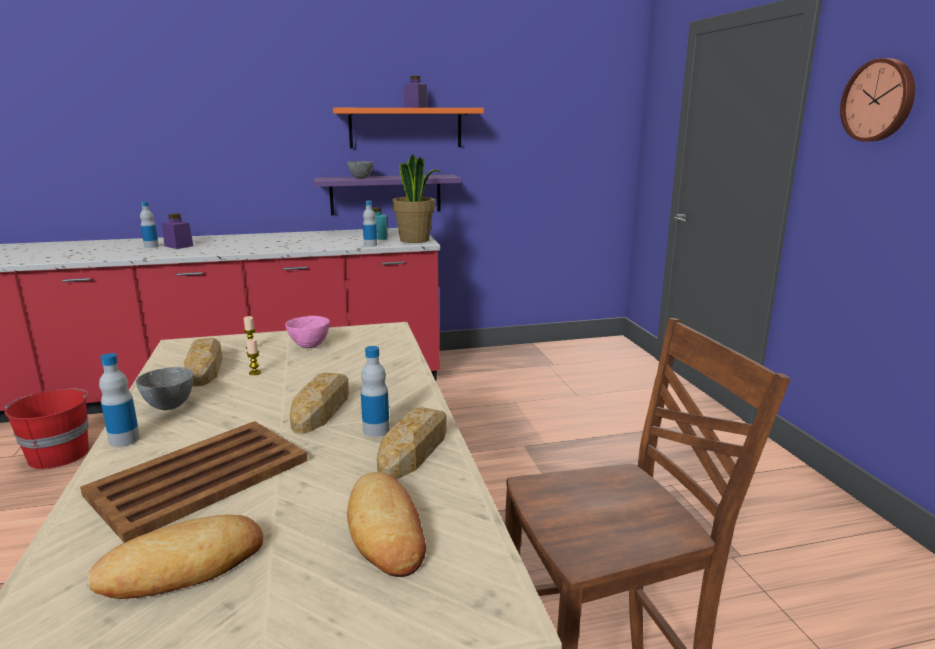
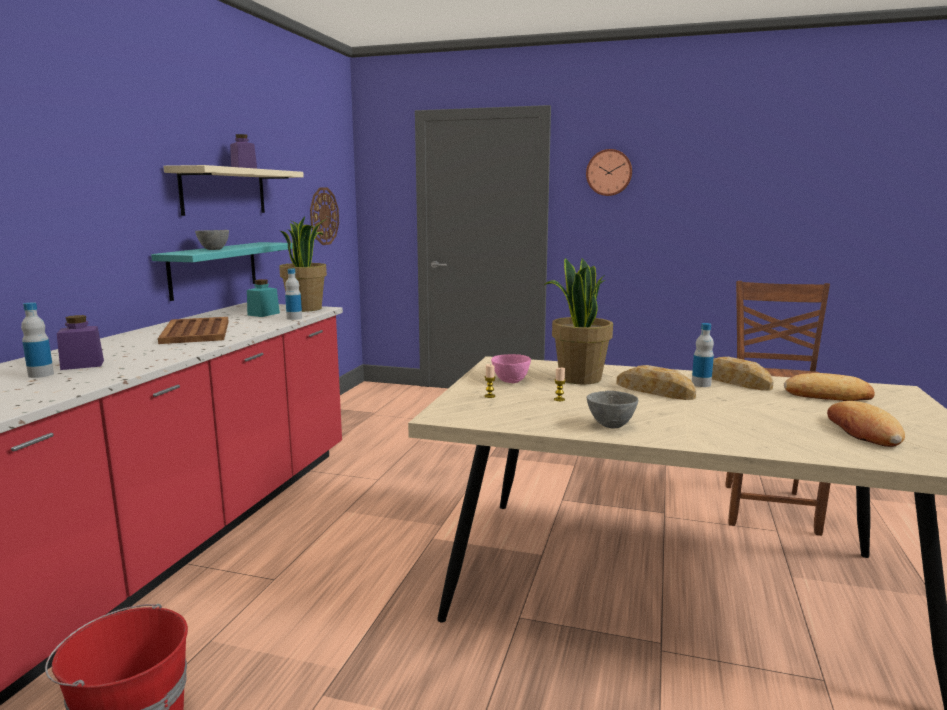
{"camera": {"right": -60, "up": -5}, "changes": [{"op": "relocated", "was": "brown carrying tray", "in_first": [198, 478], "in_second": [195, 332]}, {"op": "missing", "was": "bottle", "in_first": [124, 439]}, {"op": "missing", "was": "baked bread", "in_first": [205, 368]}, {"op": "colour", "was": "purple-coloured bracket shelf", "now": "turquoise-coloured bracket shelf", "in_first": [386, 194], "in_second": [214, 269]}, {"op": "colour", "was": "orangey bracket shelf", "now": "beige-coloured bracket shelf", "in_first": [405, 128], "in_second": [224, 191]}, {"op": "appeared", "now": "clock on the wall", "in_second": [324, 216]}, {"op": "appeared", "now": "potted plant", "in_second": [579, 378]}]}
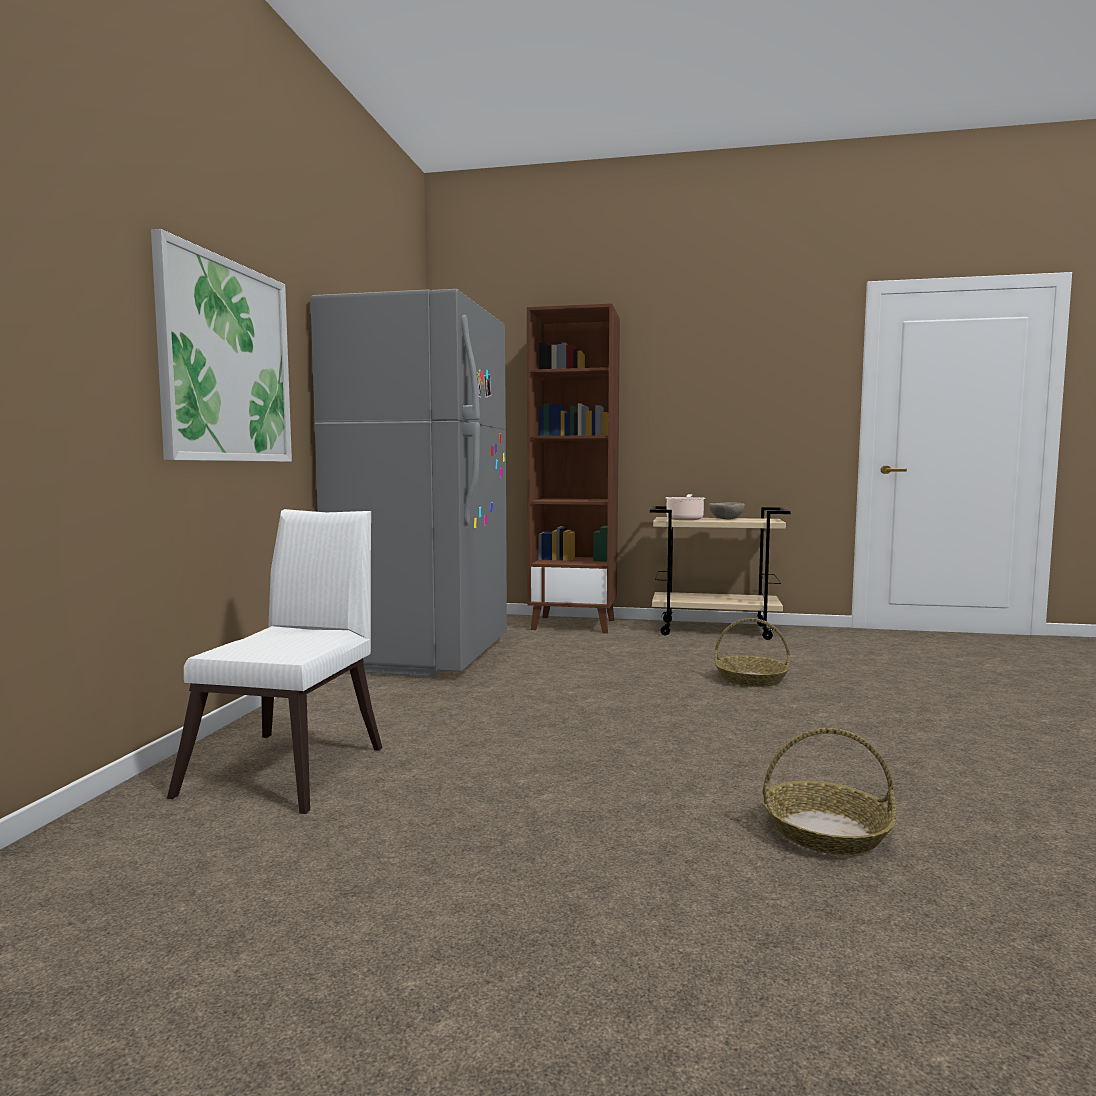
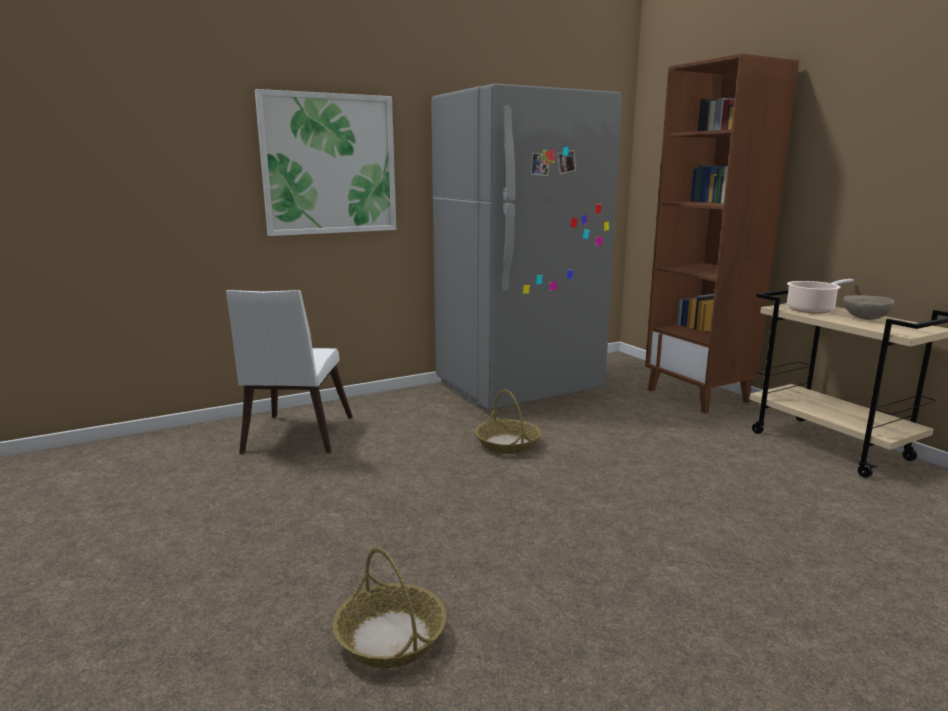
{"camera": {"right": 50, "up": 10}, "changes": [{"op": "spun", "was": "white upright chair", "in_first": [294, 766], "in_second": [295, 437], "clockwise": 120}, {"op": "relocated", "was": "basket", "in_first": [751, 679], "in_second": [508, 444]}]}
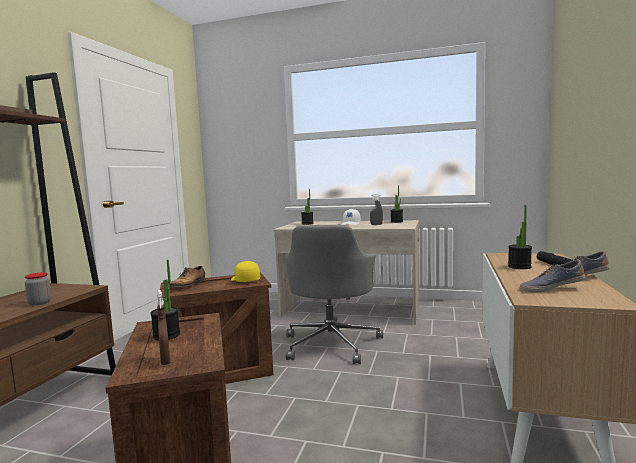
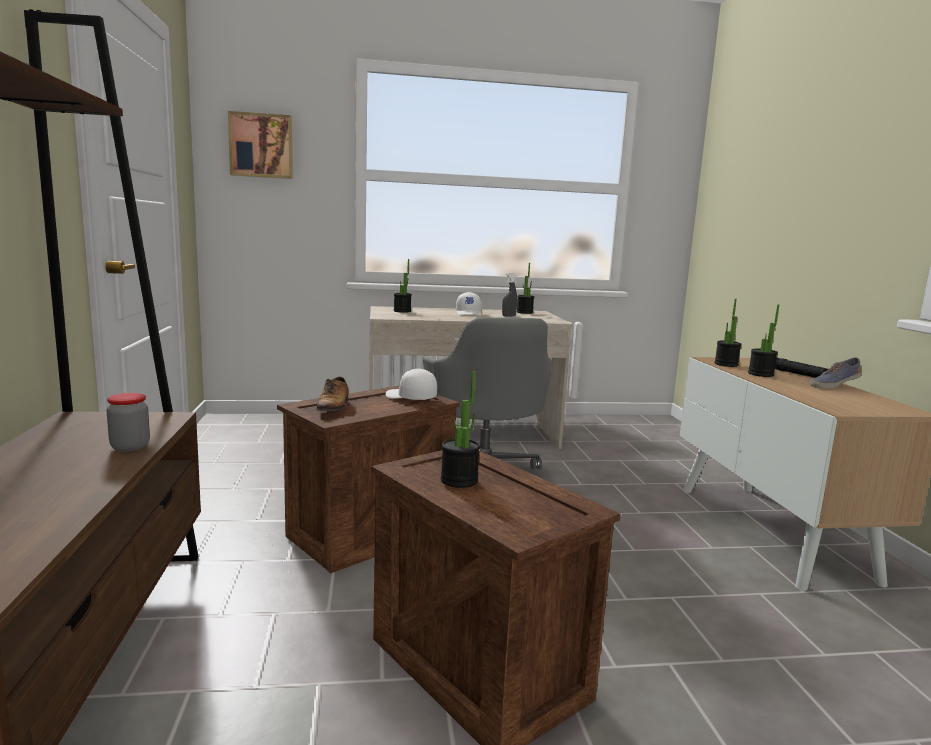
{"camera": {"right": -25, "up": 5}, "changes": [{"op": "missing", "was": "brown hand sprayer", "in_first": [165, 360]}, {"op": "colour", "was": "yellow-coloured peaked cap", "now": "white peaked cap", "in_first": [244, 280], "in_second": [410, 397]}, {"op": "missing", "was": "shoe", "in_first": [551, 288]}, {"op": "appeared", "now": "picture", "in_second": [261, 146]}, {"op": "appeared", "now": "potted plant", "in_second": [726, 364]}]}
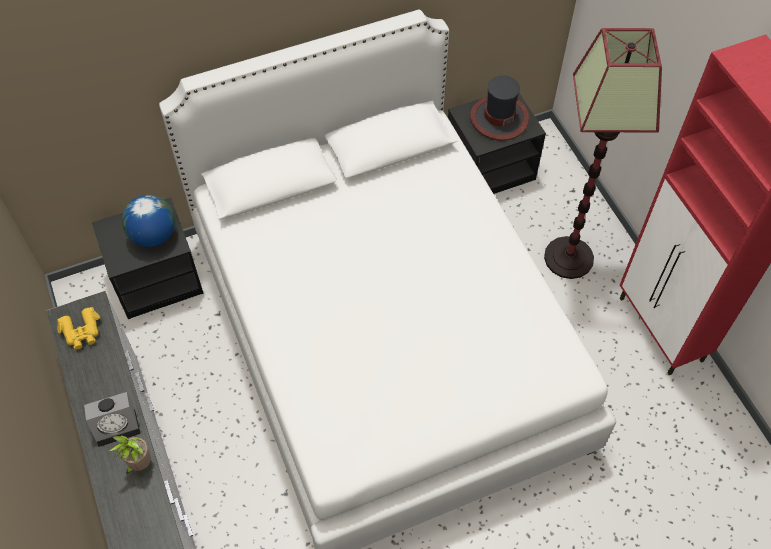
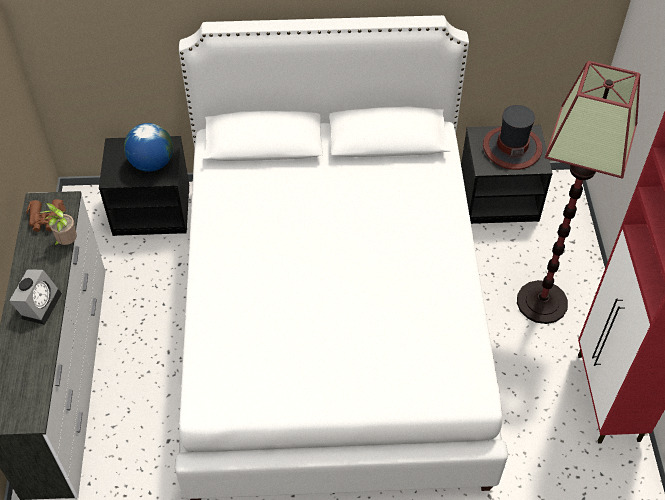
{"camera": {"right": 20, "up": -5}, "changes": [{"op": "colour", "was": "yellow-coloured binoculars", "now": "brown binoculars", "in_first": [82, 332], "in_second": [46, 219]}, {"op": "spun", "was": "table clock", "in_first": [118, 425], "in_second": [40, 304], "clockwise": -75}, {"op": "relocated", "was": "potted plant", "in_first": [139, 464], "in_second": [66, 242]}]}
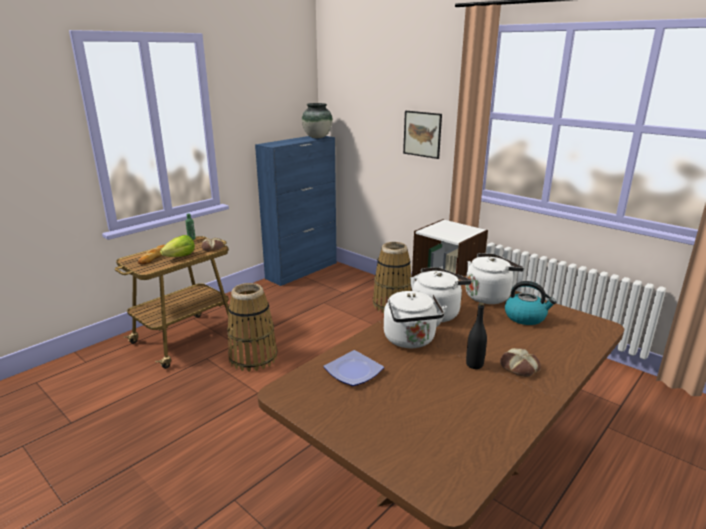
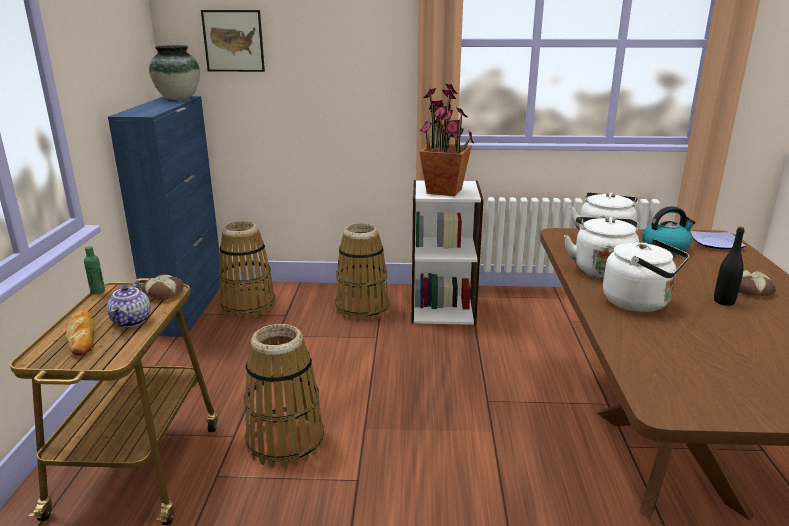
{"camera": {"right": -40, "up": 0}, "changes": [{"op": "exchanged", "was": "head of lettuce", "now": "pot for tea", "in_first": [180, 257], "in_second": [132, 321]}, {"op": "relocated", "was": "flat dish", "in_first": [353, 372], "in_second": [717, 243]}, {"op": "relocated", "was": "picture", "in_first": [422, 134], "in_second": [233, 41]}, {"op": "appeared", "now": "basket", "in_second": [248, 306]}, {"op": "appeared", "now": "potted plant", "in_second": [444, 191]}]}
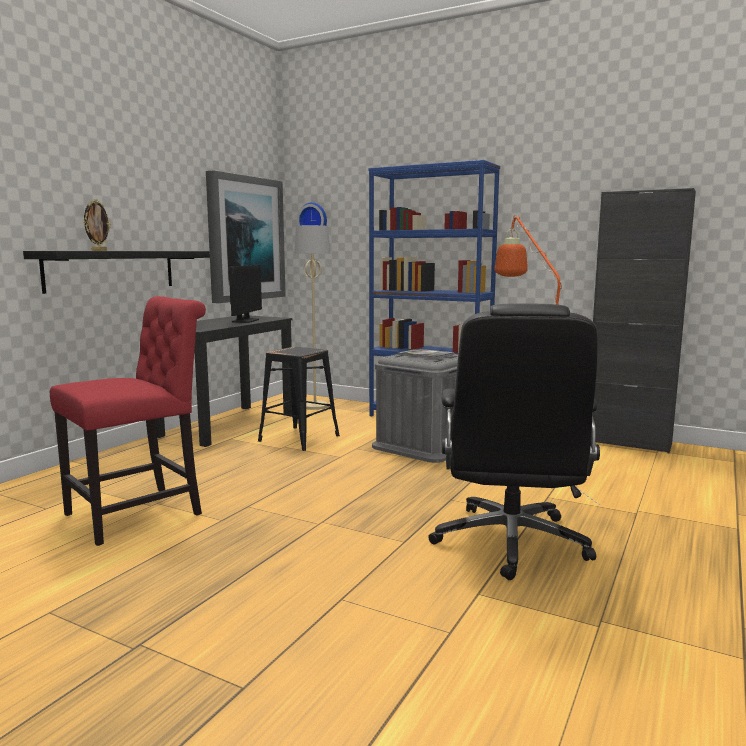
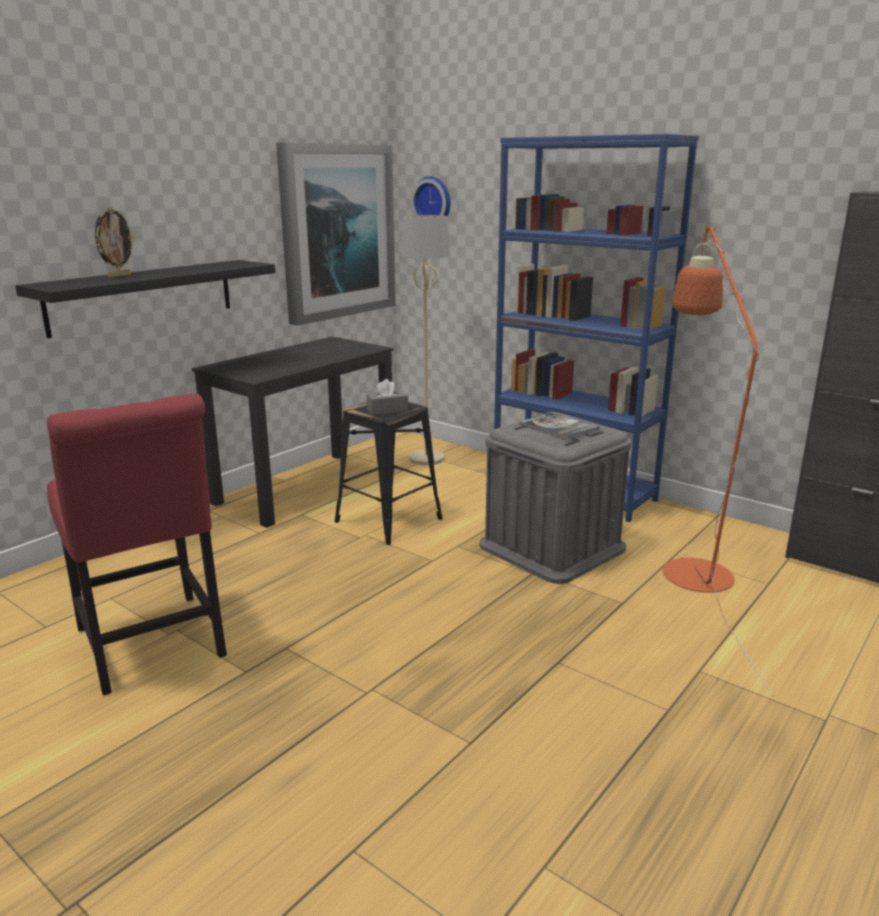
{"camera": {"right": 10, "up": 10}, "changes": [{"op": "spun", "was": "red-coloured upright chair", "in_first": [141, 513], "in_second": [152, 647], "clockwise": 90}, {"op": "missing", "was": "computer display", "in_first": [245, 321]}, {"op": "missing", "was": "blackish office chair", "in_first": [510, 543]}, {"op": "appeared", "now": "gray box of tissues", "in_second": [387, 410]}]}
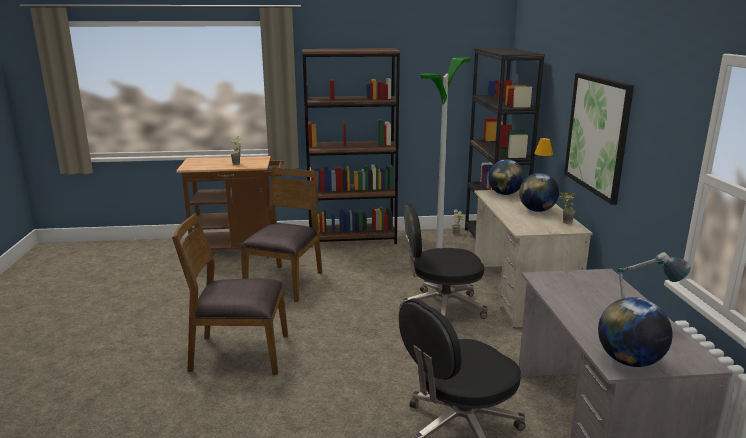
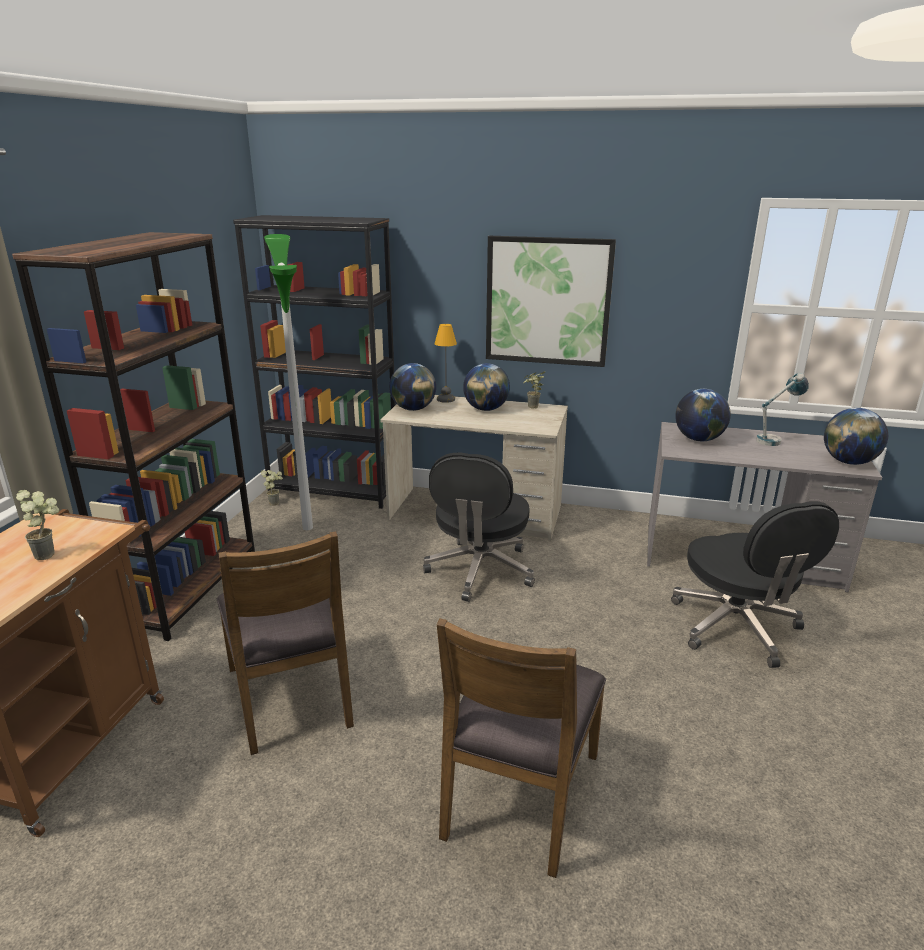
{"camera": {"right": -70, "up": 5}, "changes": [{"op": "spun", "was": "brown upright chair", "in_first": [286, 282], "in_second": [292, 695], "clockwise": -150}, {"op": "appeared", "now": "globe", "in_second": [699, 439]}]}
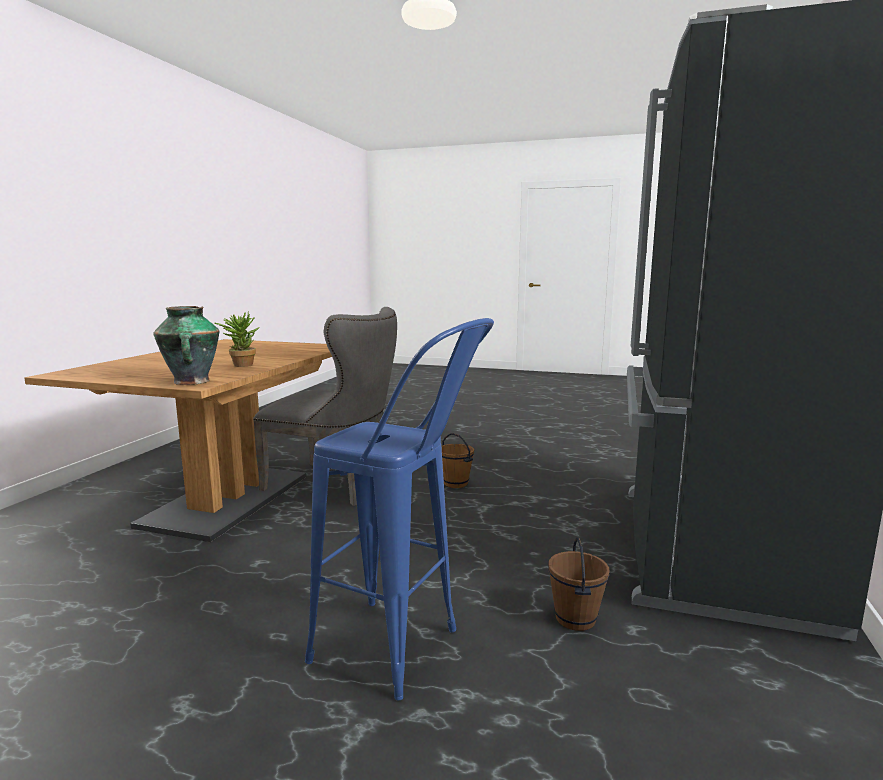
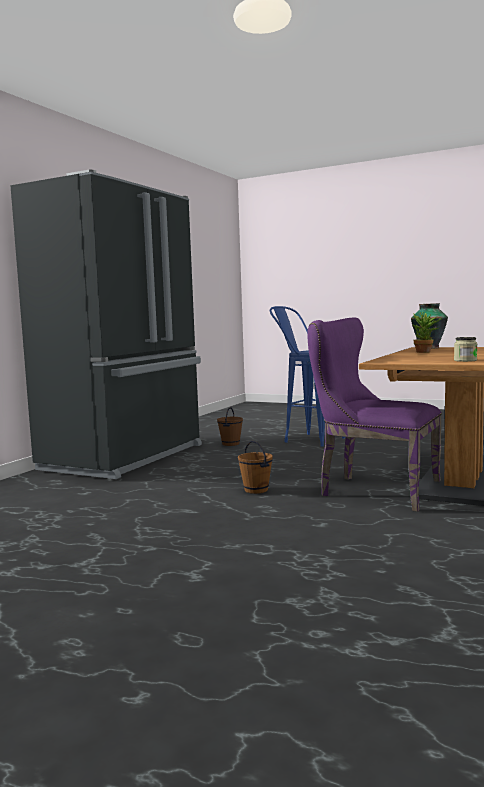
{"camera": {"right": -170, "up": -5}, "changes": [{"op": "colour", "was": "gray upright chair", "now": "purple-coloured upright chair", "in_first": [337, 485], "in_second": [371, 490]}, {"op": "appeared", "now": "jar", "in_second": [465, 360]}]}
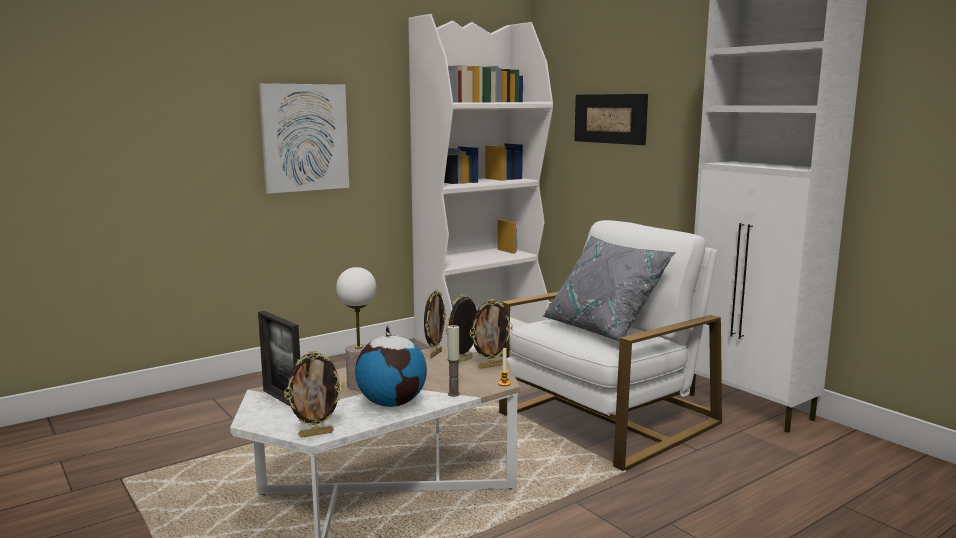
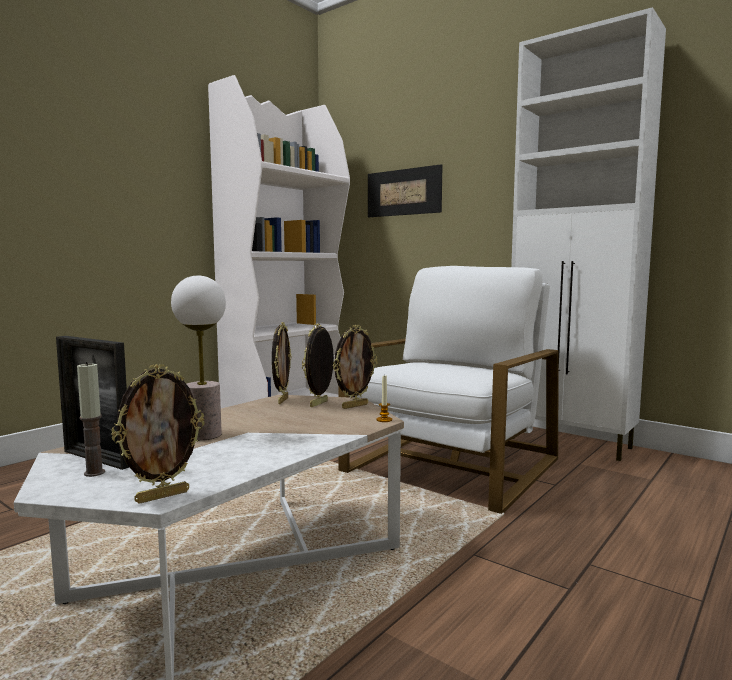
{"camera": {"right": -15, "up": -5}, "changes": [{"op": "missing", "was": "picture", "in_first": [304, 137]}, {"op": "missing", "was": "globe", "in_first": [392, 403]}, {"op": "relocated", "was": "candle", "in_first": [453, 394], "in_second": [94, 473]}, {"op": "missing", "was": "gray pillow", "in_first": [603, 330]}]}
